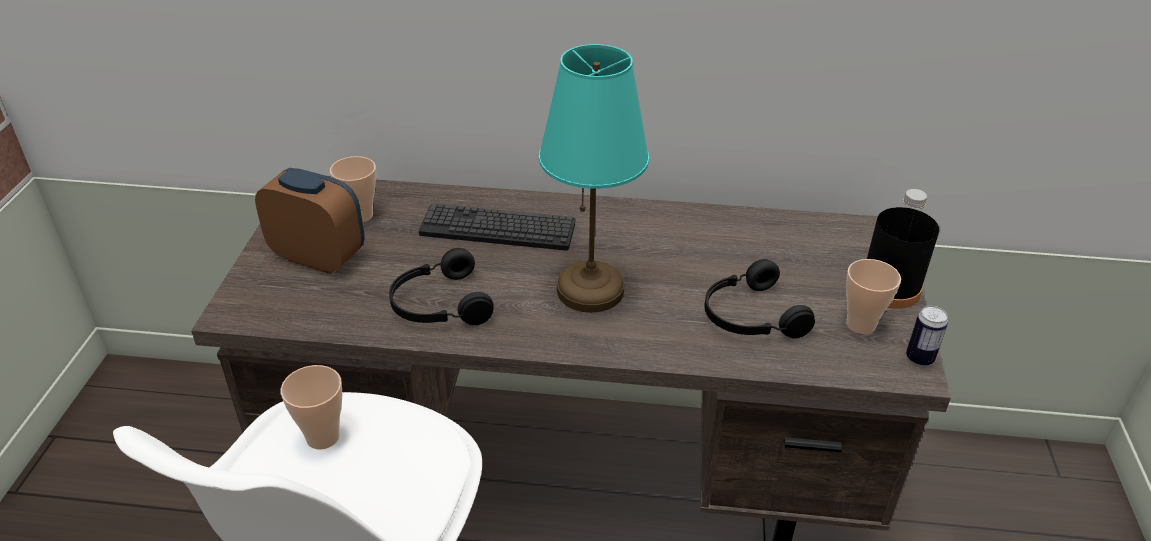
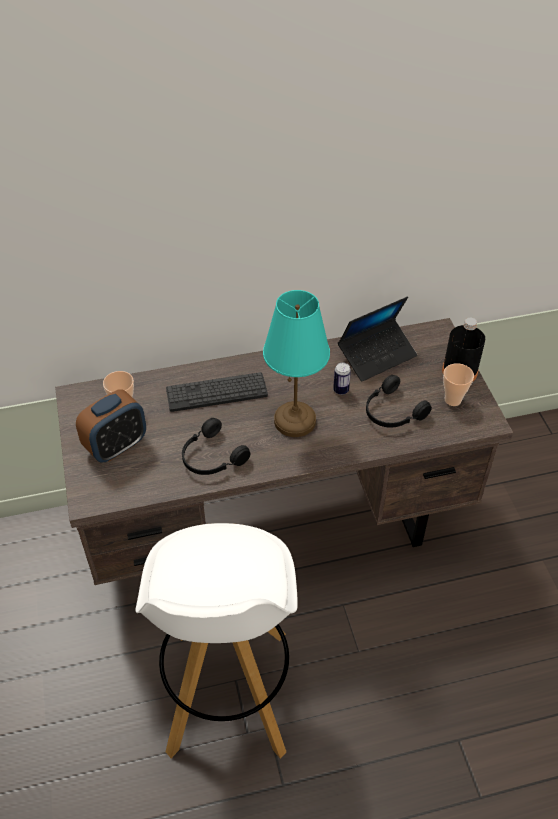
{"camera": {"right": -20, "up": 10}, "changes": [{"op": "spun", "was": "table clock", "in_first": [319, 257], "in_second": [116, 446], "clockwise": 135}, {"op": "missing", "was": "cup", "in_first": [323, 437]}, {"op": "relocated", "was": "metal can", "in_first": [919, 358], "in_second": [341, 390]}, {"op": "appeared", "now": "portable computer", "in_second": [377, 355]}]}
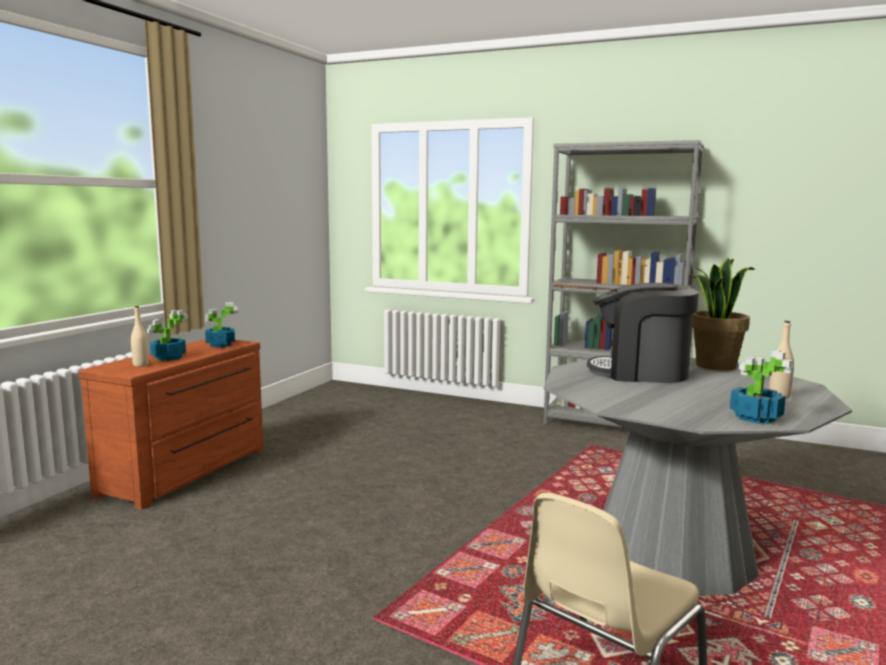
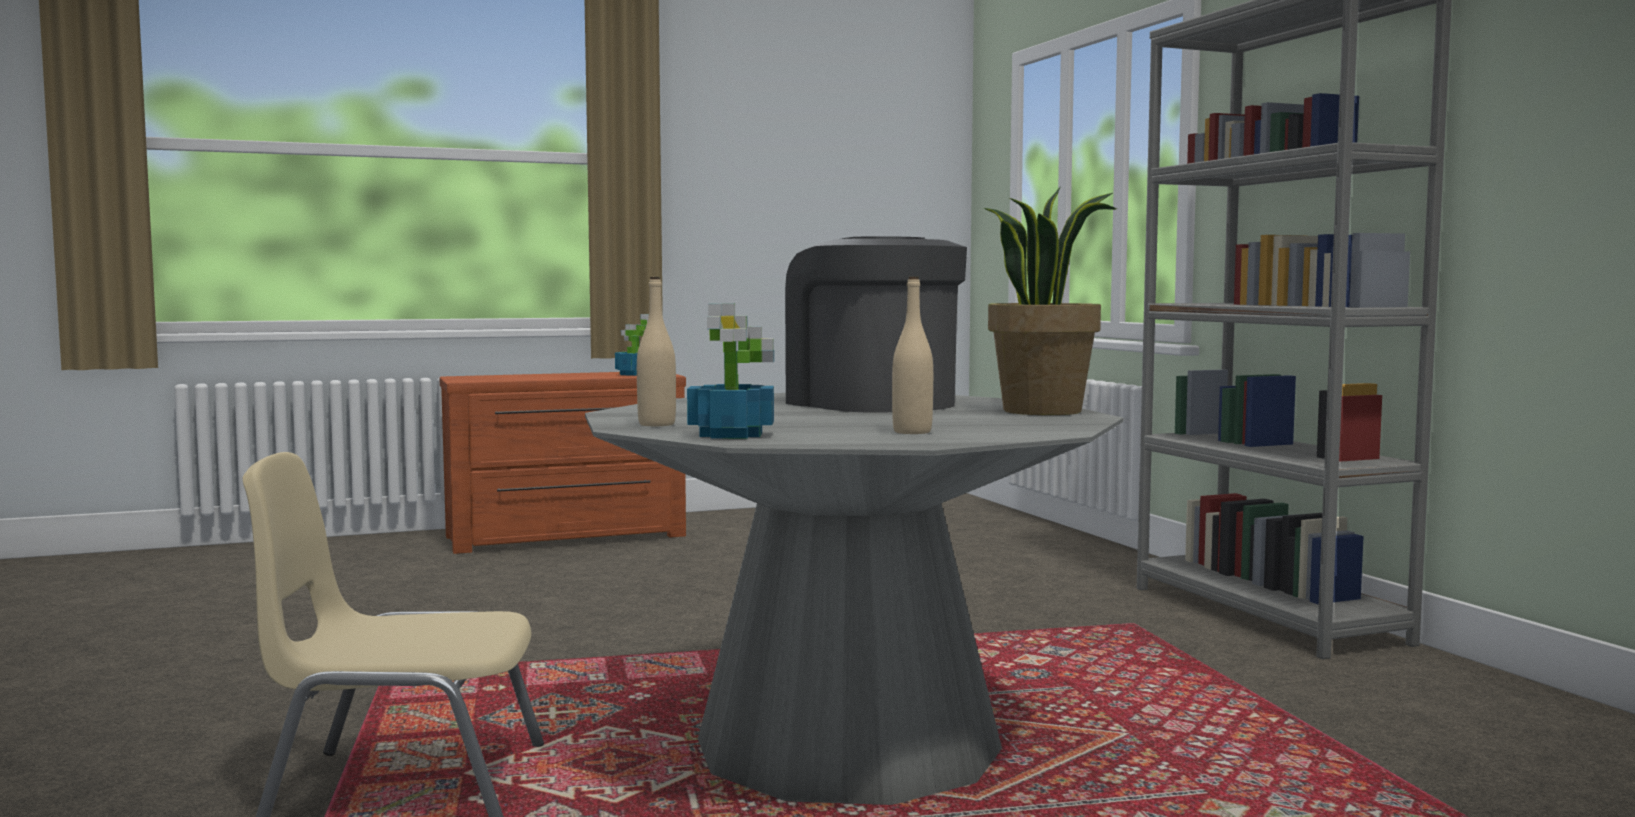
{"camera": {"right": 45, "up": -5}, "changes": [{"op": "relocated", "was": "beige-coloured bottle", "in_first": [141, 365], "in_second": [656, 424]}, {"op": "missing", "was": "potted plant", "in_first": [168, 358]}]}
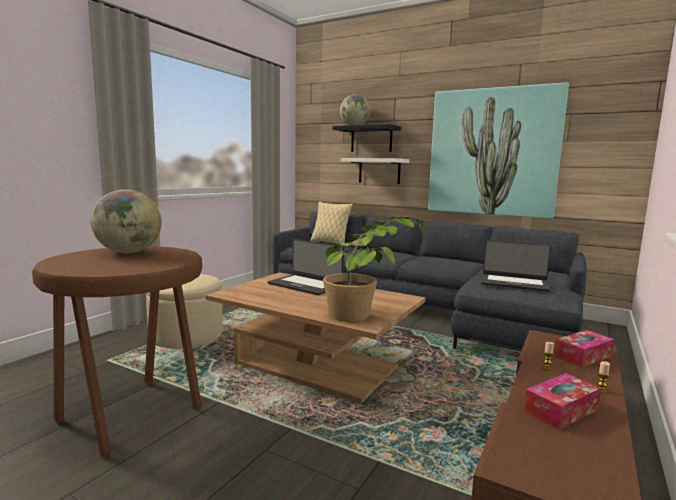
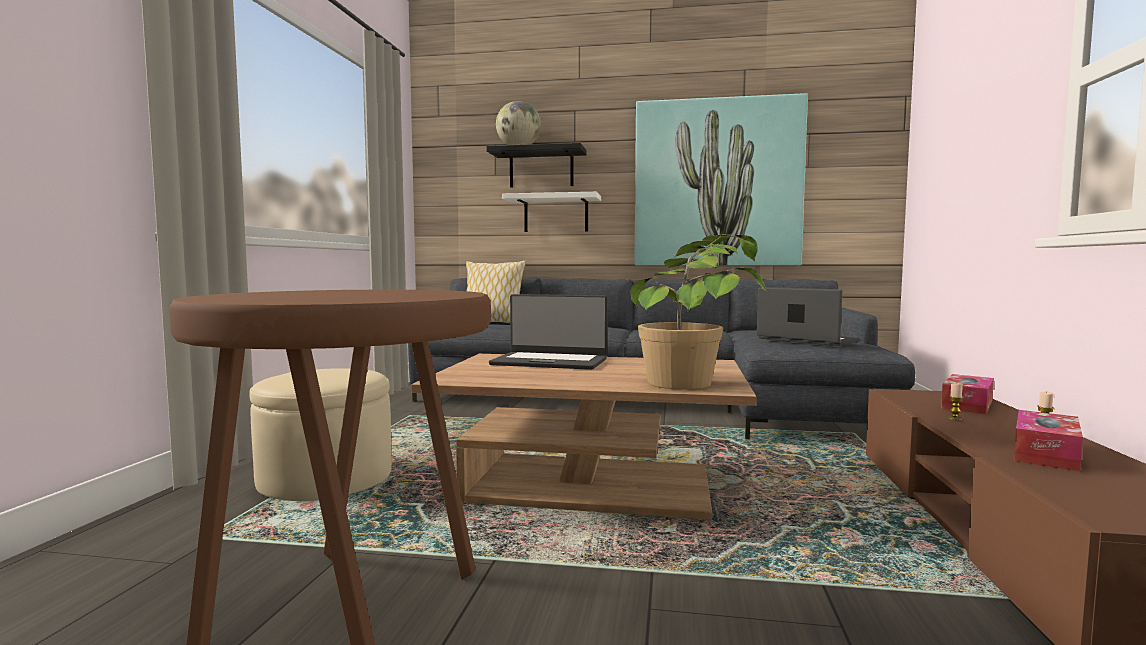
{"camera": {"right": -20, "up": -5}, "changes": [{"op": "missing", "was": "globe", "in_first": [128, 252]}, {"op": "spun", "was": "portable computer", "in_first": [514, 283], "in_second": [806, 340], "clockwise": -135}]}
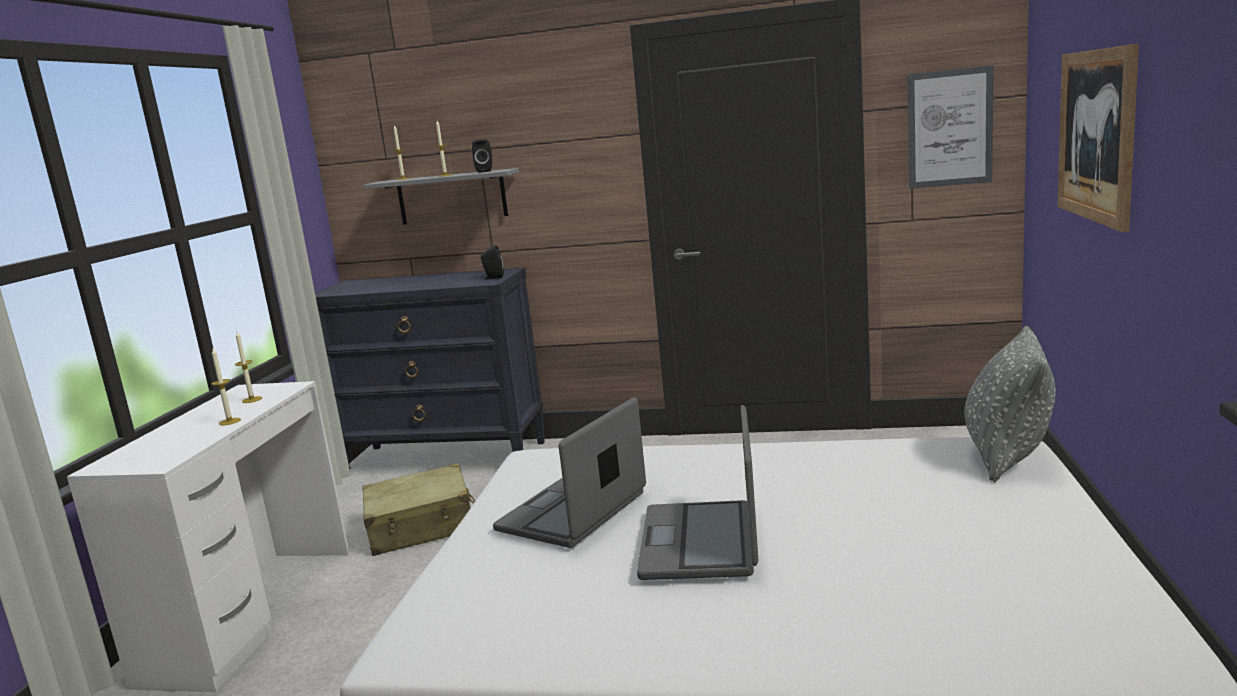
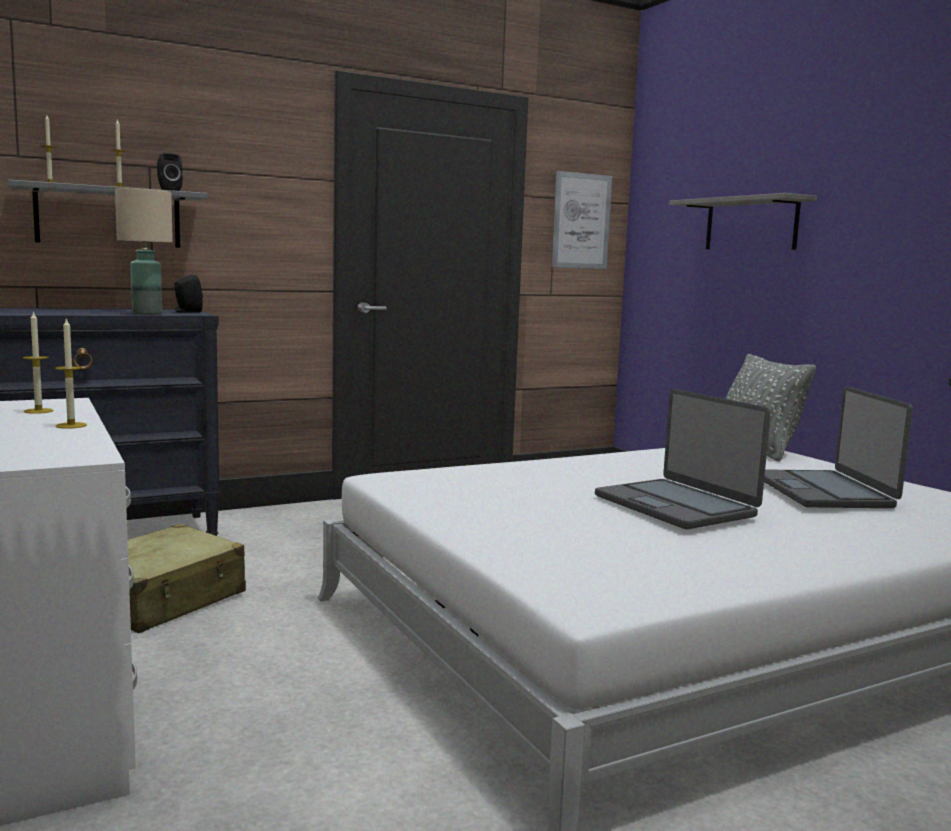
{"camera": {"right": -40, "up": -5}, "changes": [{"op": "relocated", "was": "portable computer", "in_first": [574, 512], "in_second": [824, 491]}, {"op": "exchanged", "was": "picture", "now": "gray bracket shelf", "in_first": [1096, 135], "in_second": [751, 224]}, {"op": "appeared", "now": "beige-coloured lamp for a table", "in_second": [146, 313]}]}
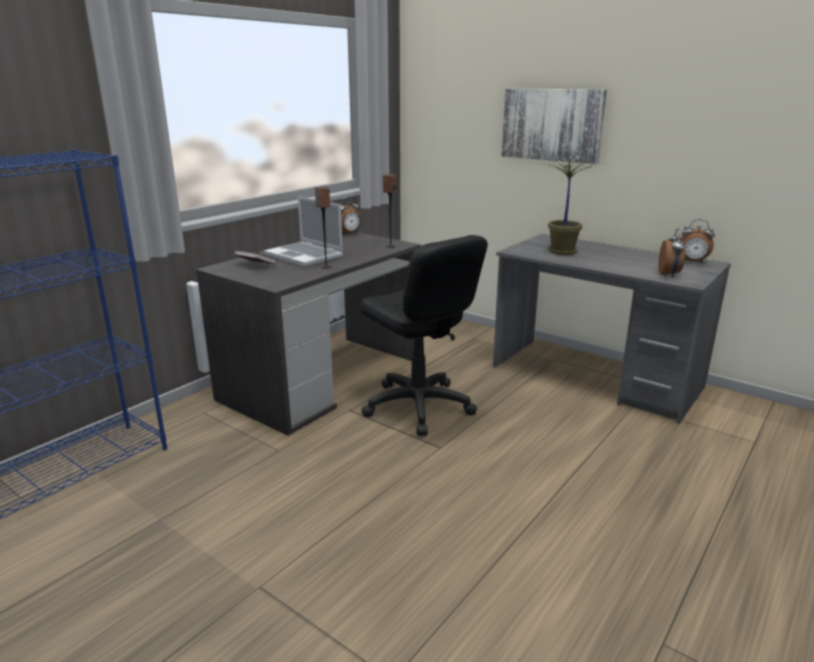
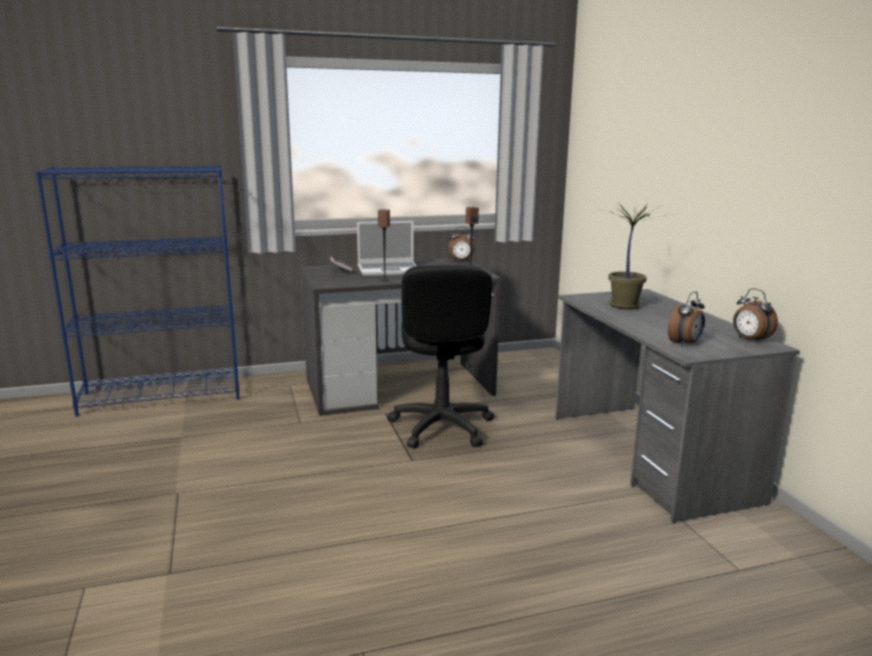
{"camera": {"right": 35, "up": -5}, "changes": [{"op": "spun", "was": "portable computer", "in_first": [305, 256], "in_second": [389, 270], "clockwise": -90}, {"op": "missing", "was": "picture", "in_first": [552, 124]}]}
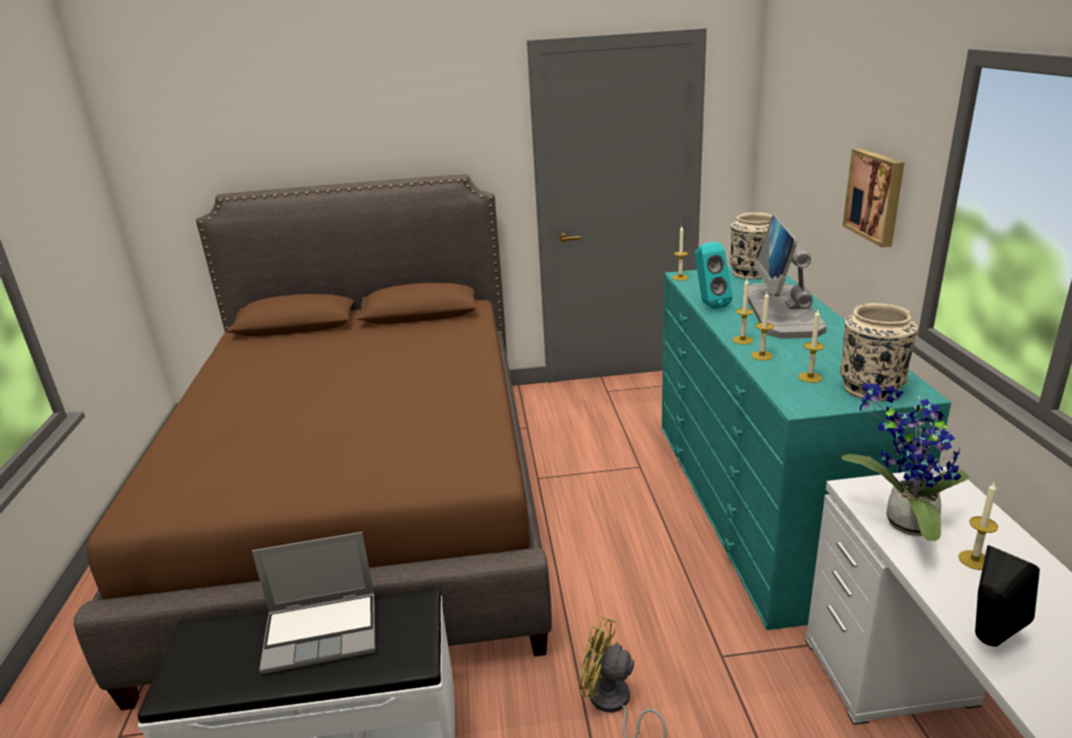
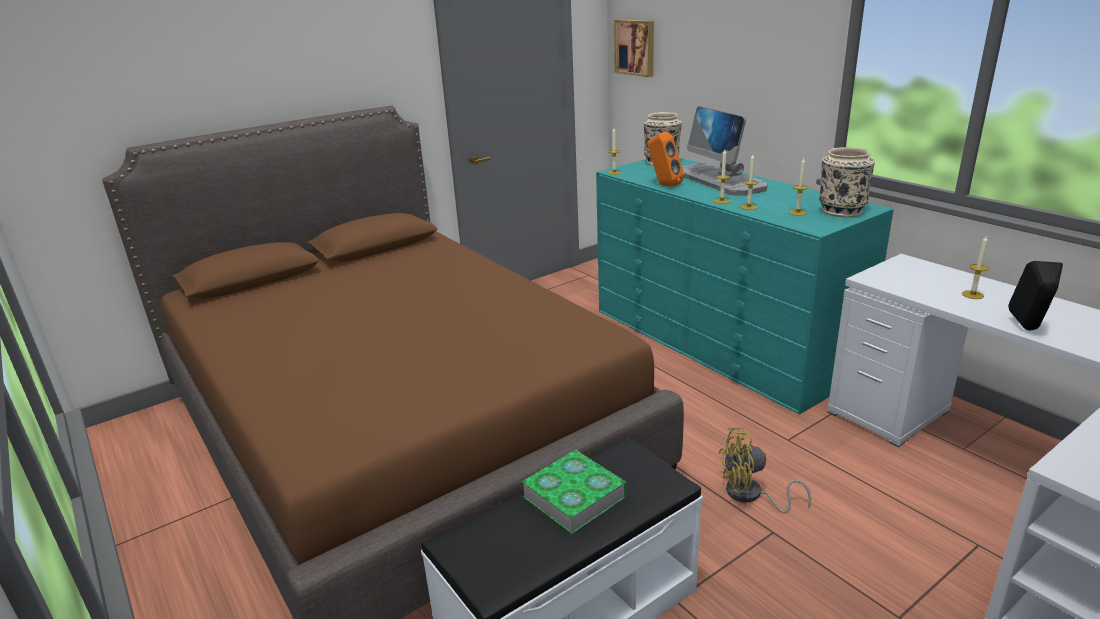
{"camera": {"right": -30, "up": 0}, "changes": [{"op": "exchanged", "was": "portable computer", "now": "volume", "in_first": [323, 632], "in_second": [574, 497]}, {"op": "colour", "was": "turquoise-coloured speaker", "now": "orangey speaker", "in_first": [708, 304], "in_second": [663, 185]}, {"op": "missing", "was": "potted plant", "in_first": [903, 523]}, {"op": "relocated", "was": "picture", "in_first": [876, 196], "in_second": [635, 47]}]}
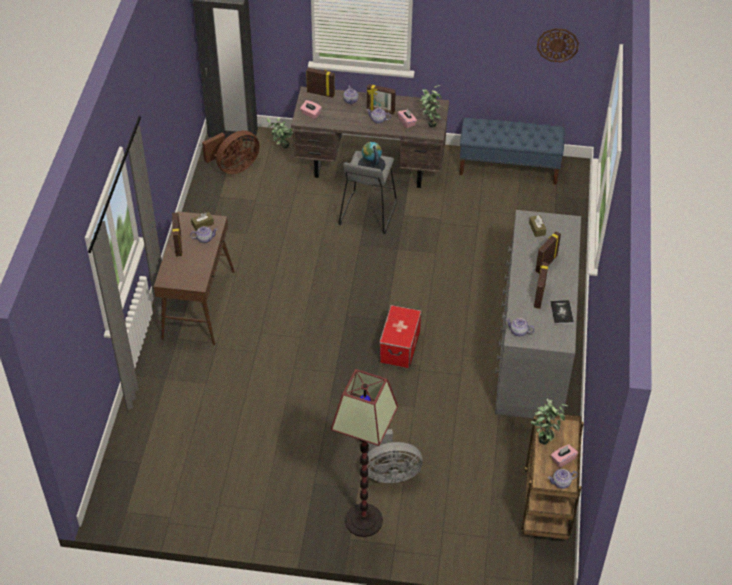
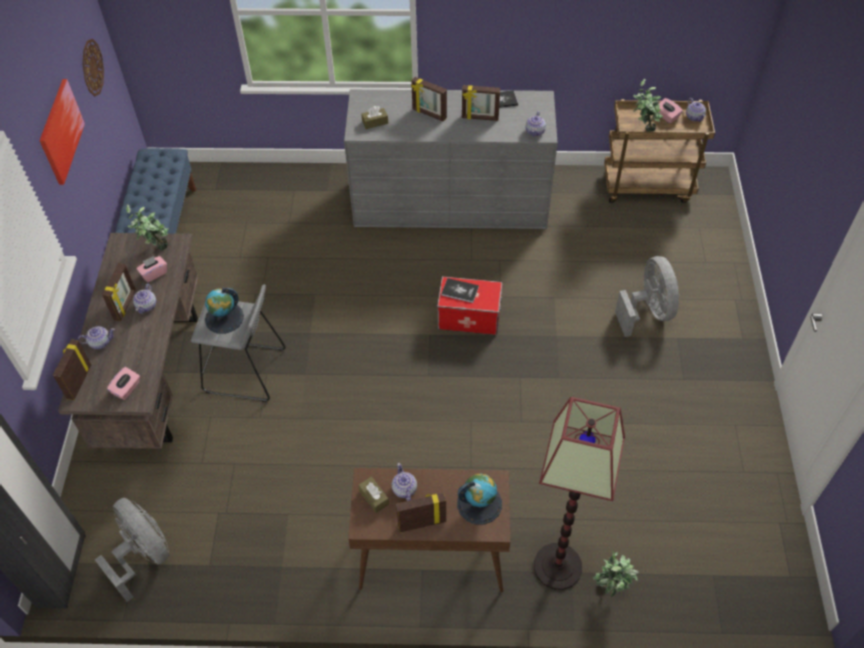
{"camera": {"right": -95, "up": 5}, "changes": [{"op": "colour", "was": "brown electric fan", "now": "gray electric fan", "in_first": [234, 167], "in_second": [143, 555]}, {"op": "relocated", "was": "potted plant", "in_first": [281, 148], "in_second": [610, 589]}, {"op": "relocated", "was": "standard lamp", "in_first": [363, 520], "in_second": [557, 566]}, {"op": "appeared", "now": "picture", "in_second": [60, 131]}, {"op": "appeared", "now": "volume", "in_second": [460, 291]}, {"op": "appeared", "now": "globe", "in_second": [479, 503]}]}
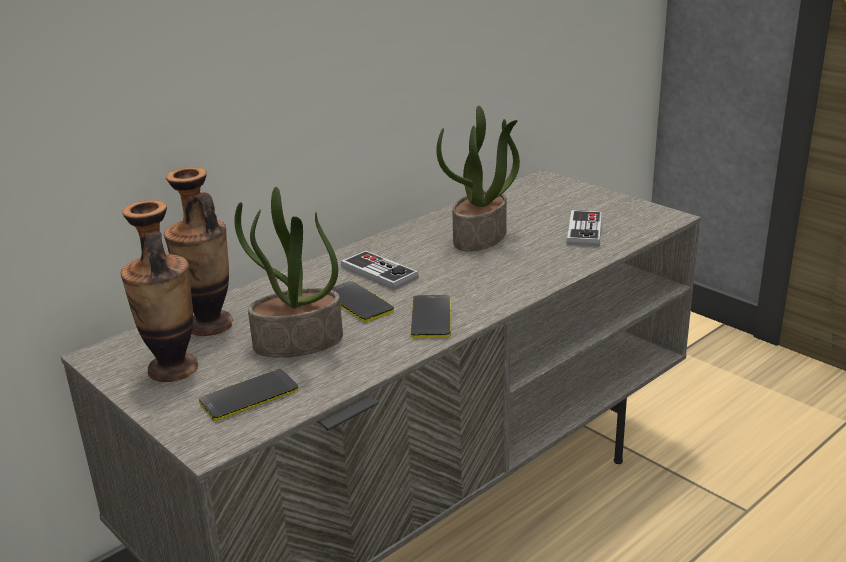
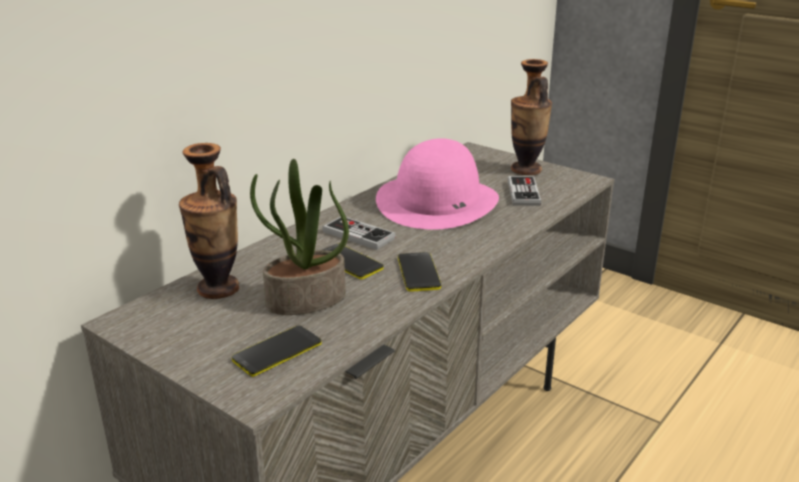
{"camera": {"right": -10, "up": 0}, "changes": [{"op": "relocated", "was": "decorative vase", "in_first": [173, 369], "in_second": [526, 170]}, {"op": "exchanged", "was": "potted plant", "now": "pink clothing hat", "in_first": [480, 237], "in_second": [437, 201]}]}
